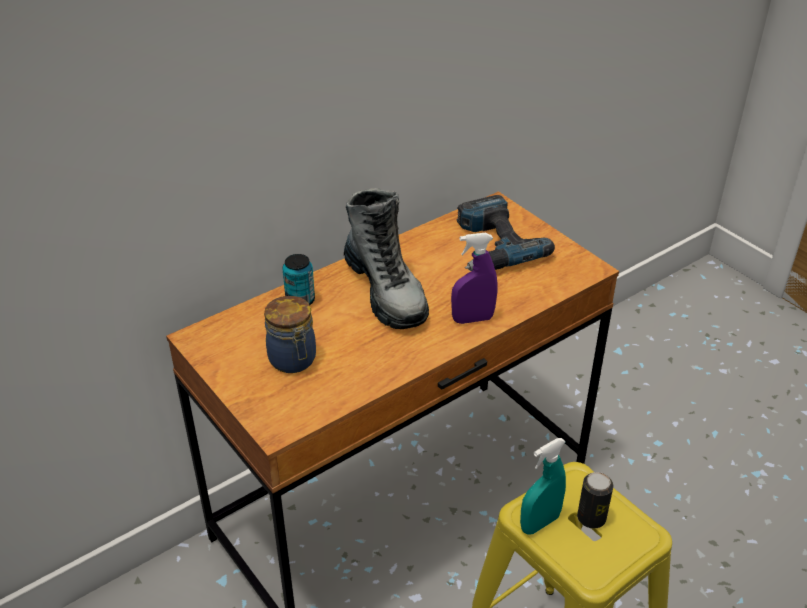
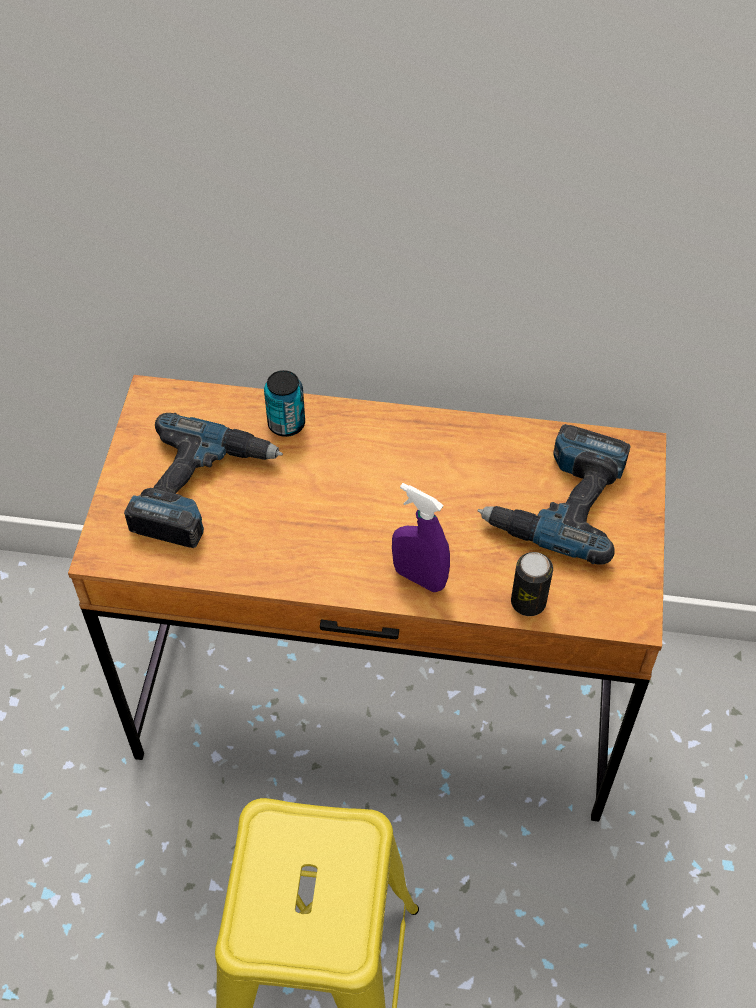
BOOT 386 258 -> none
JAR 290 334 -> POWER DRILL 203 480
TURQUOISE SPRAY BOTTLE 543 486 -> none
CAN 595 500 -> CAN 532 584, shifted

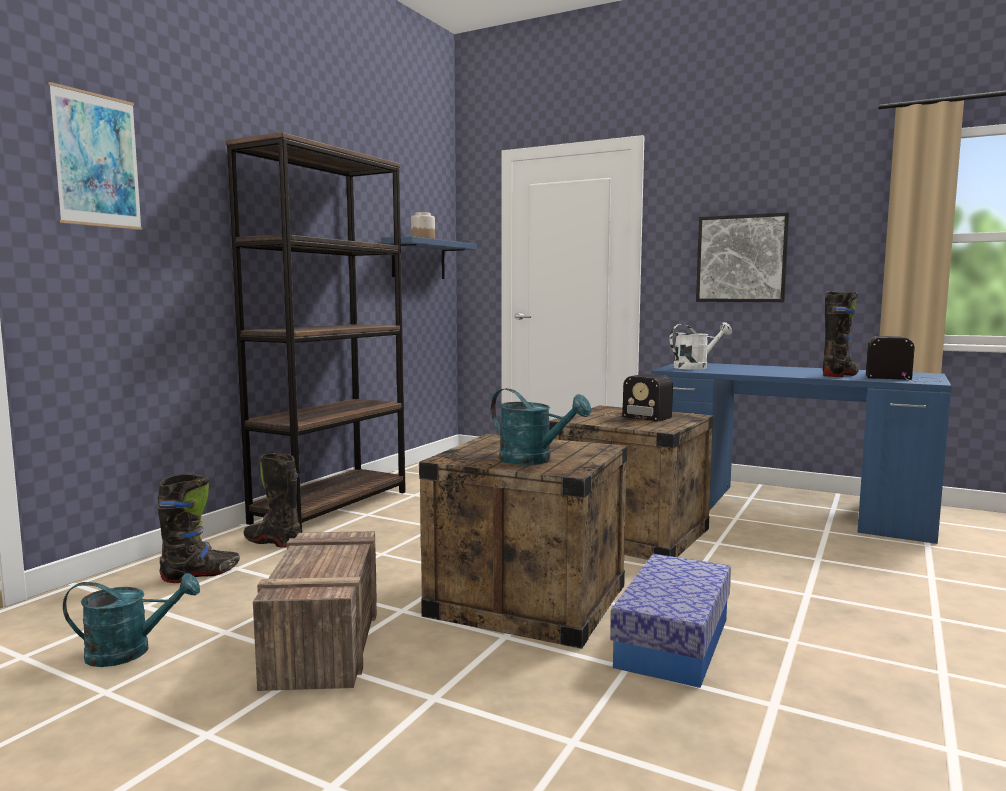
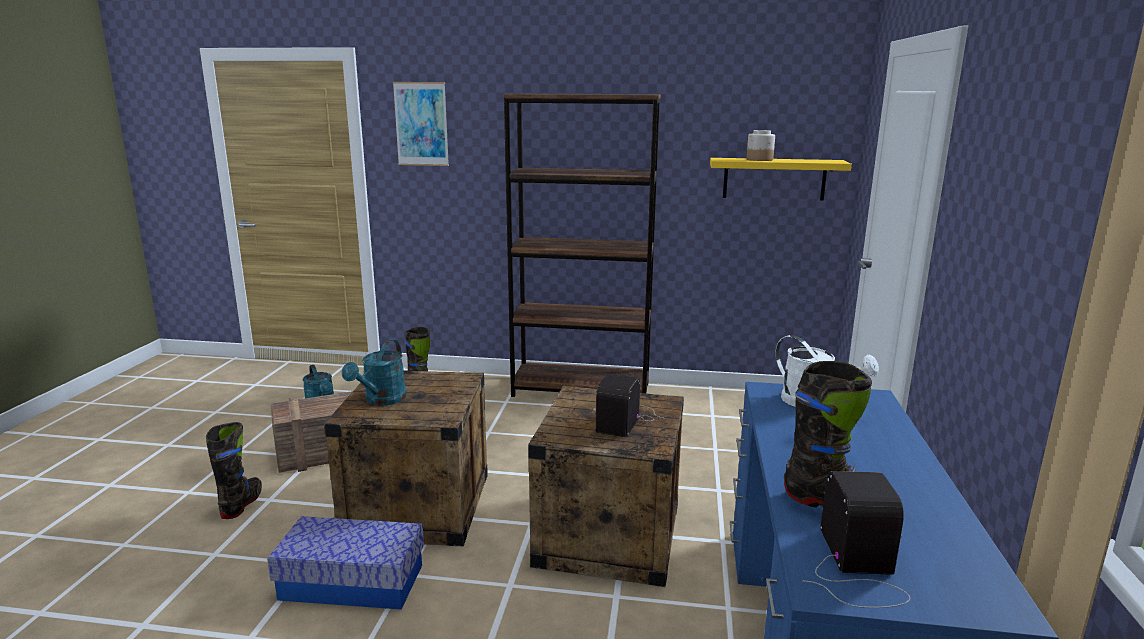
PICTURE 742 257 -> none
BLUE SHELF 430 257 -> YELLOW SHELF 781 179
BLACK BOOT 272 500 -> BLACK BOOT 234 470, shifted

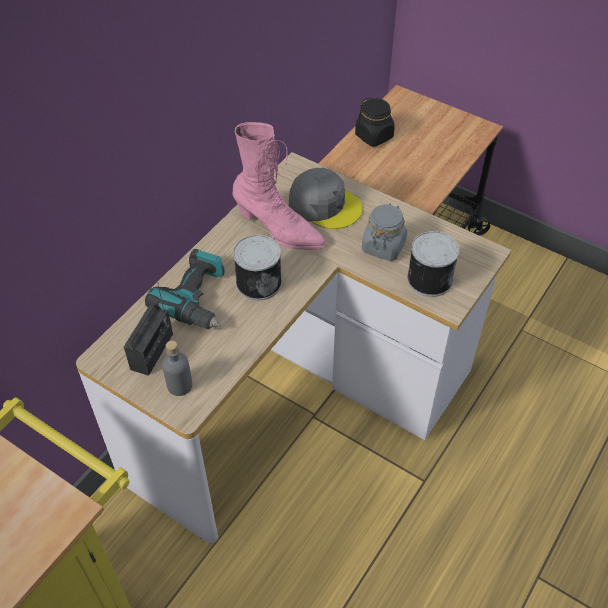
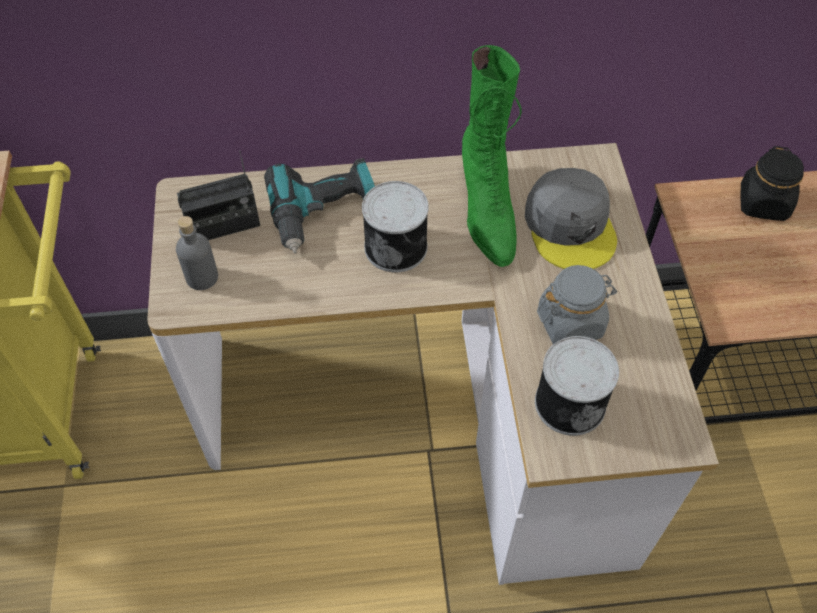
PINK BOOT 279 186 -> GREEN BOOT 491 156

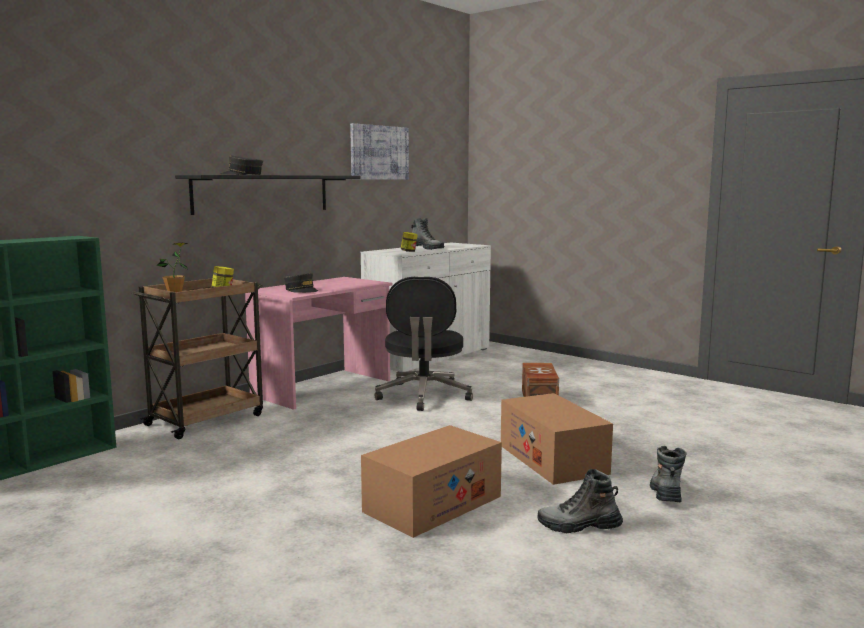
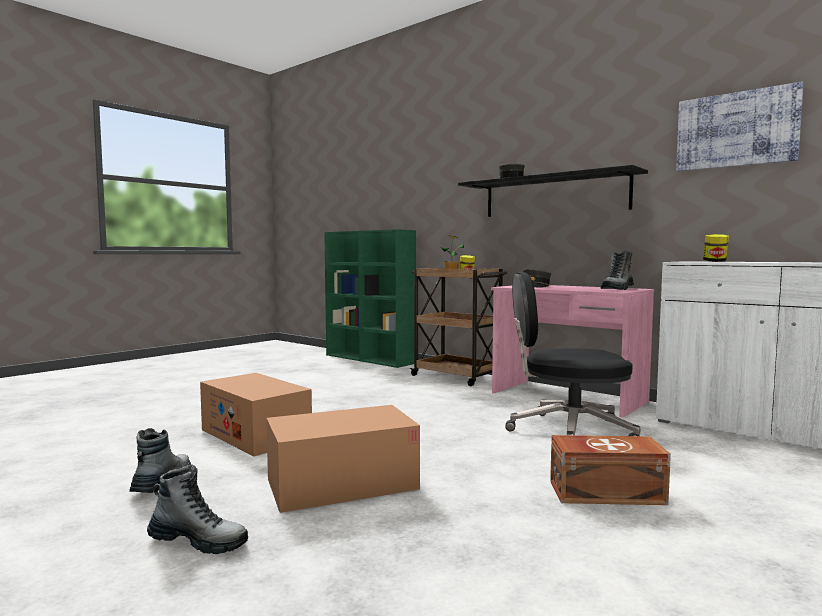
BOOT 427 234 -> BOOT 617 270, shifted

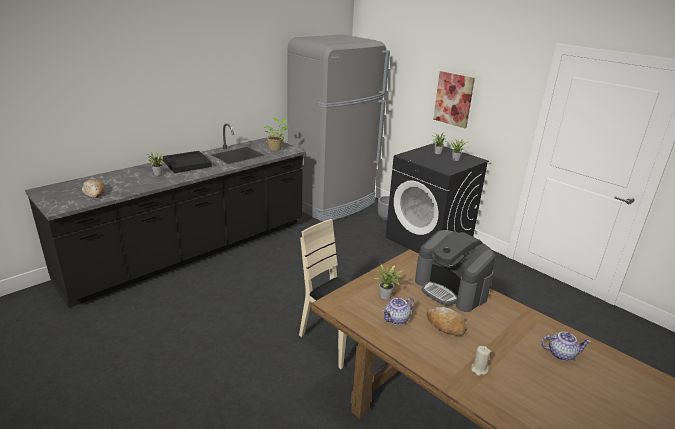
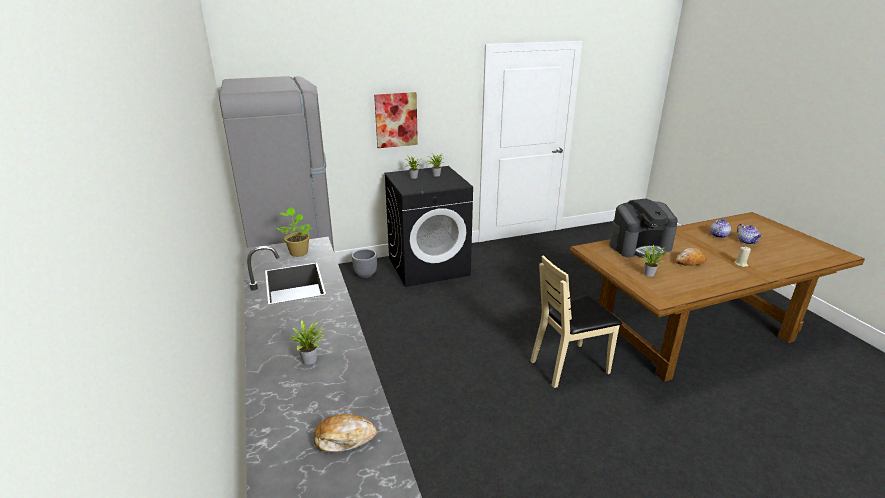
BLACK TRAY 187 162 -> none
TEAPOT 398 311 -> TEAPOT 750 234, shifted

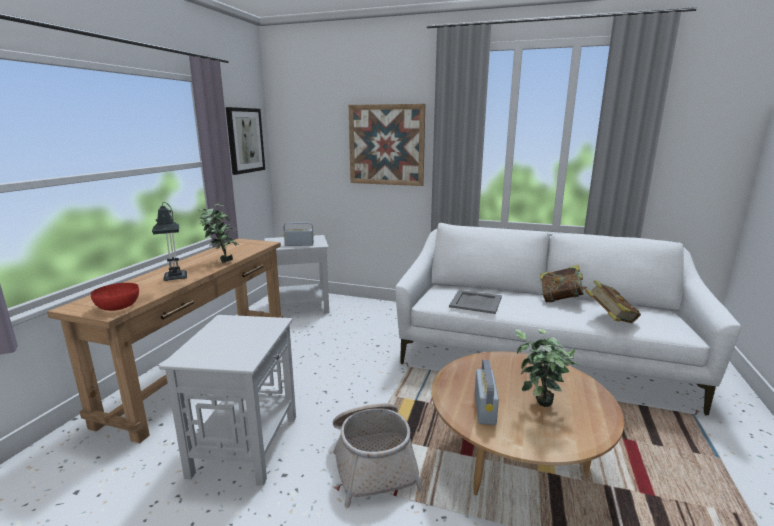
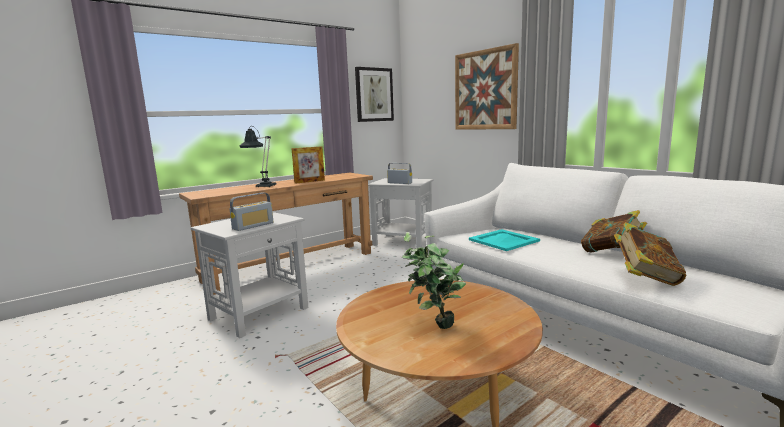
POTTED PLANT 219 232 -> PICTURE FRAME 308 165
RED BOWL 115 297 -> none
GREY TRAY 475 302 -> TURQUOISE TRAY 504 240
RADIO 487 392 -> RADIO 252 211, shifted
BASKET 378 456 -> none

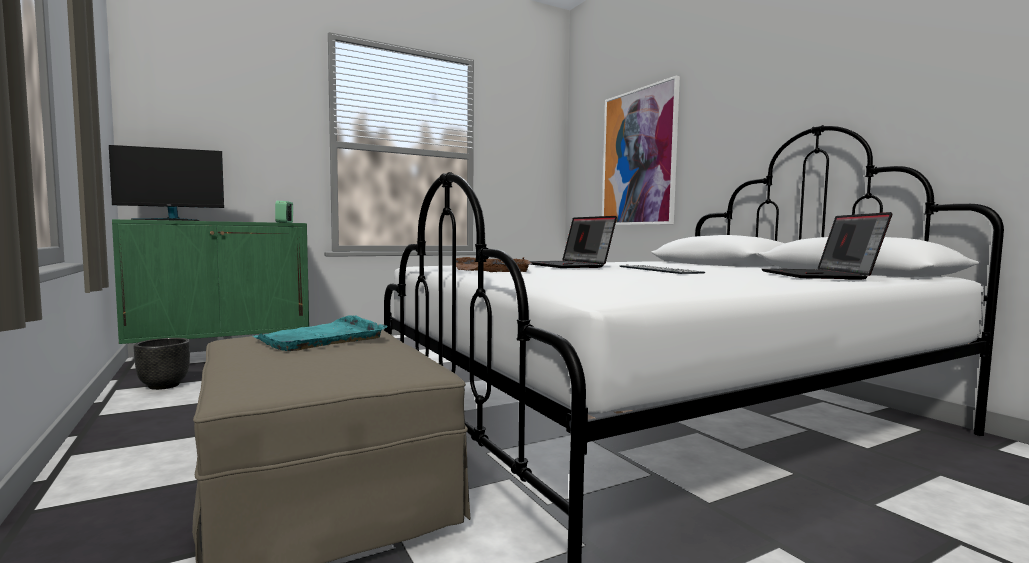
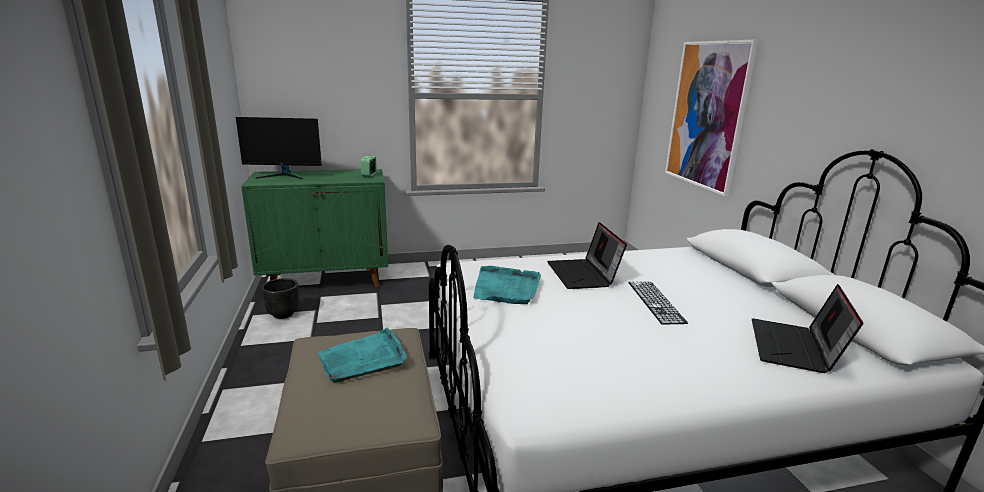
BROWN TRAY 494 264 -> TURQUOISE TRAY 507 285

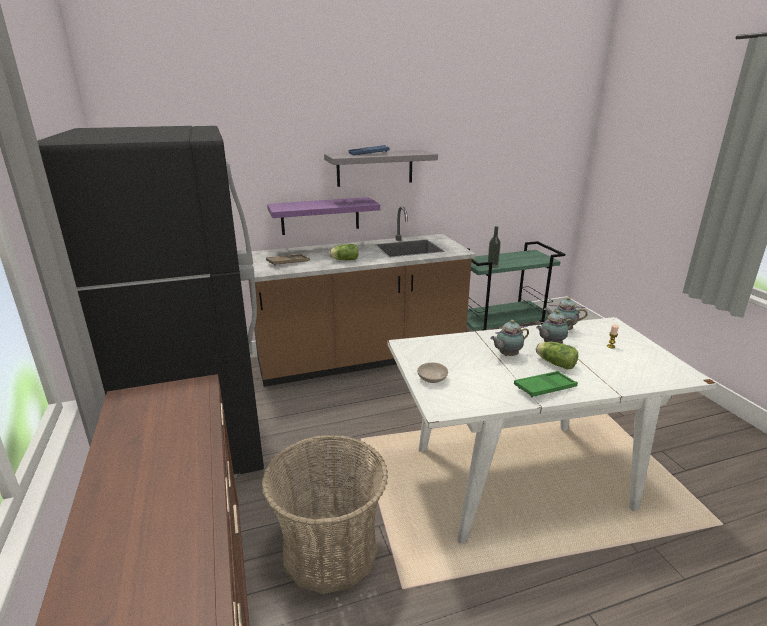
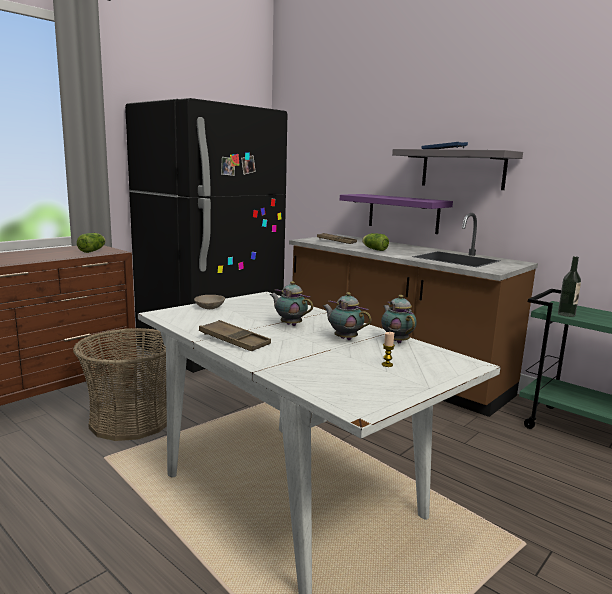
LETTUCE 557 356 -> LETTUCE 91 243, shifted
GREEN TRAY 546 384 -> BROWN TRAY 235 335

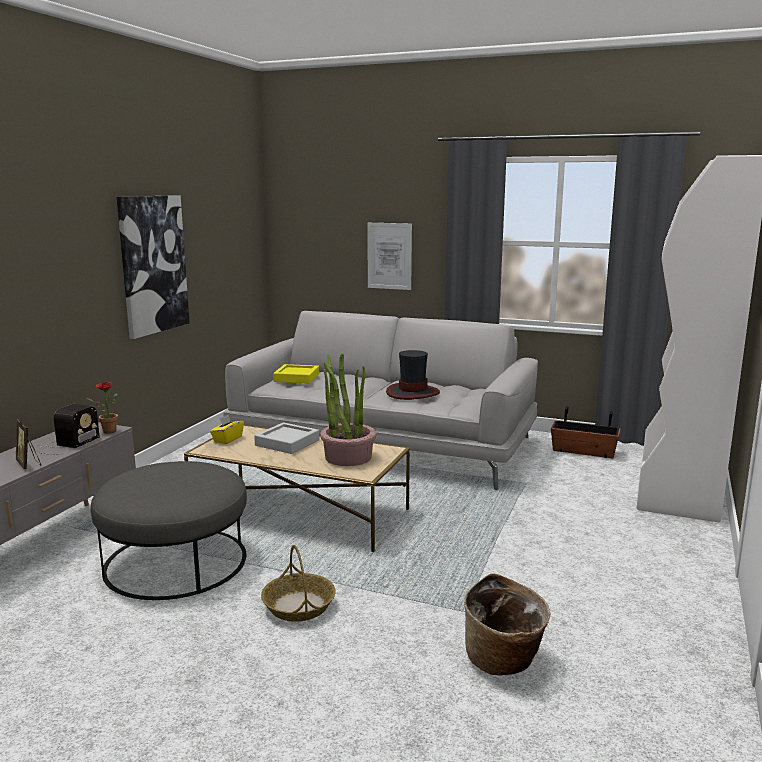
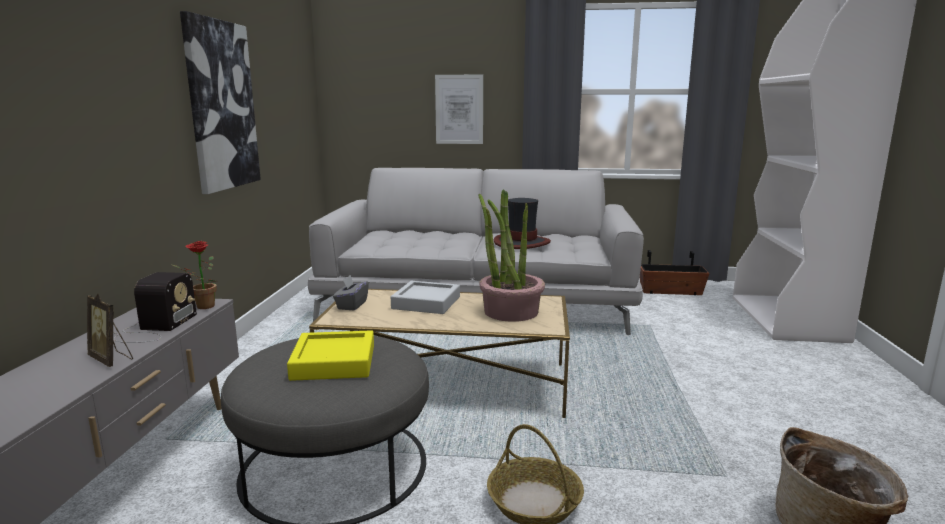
YELLOW TRAY 296 374 -> YELLOW TRAY 330 355, shifted
YELLOW TISSUE BOX 227 429 -> GREY TISSUE BOX 351 292

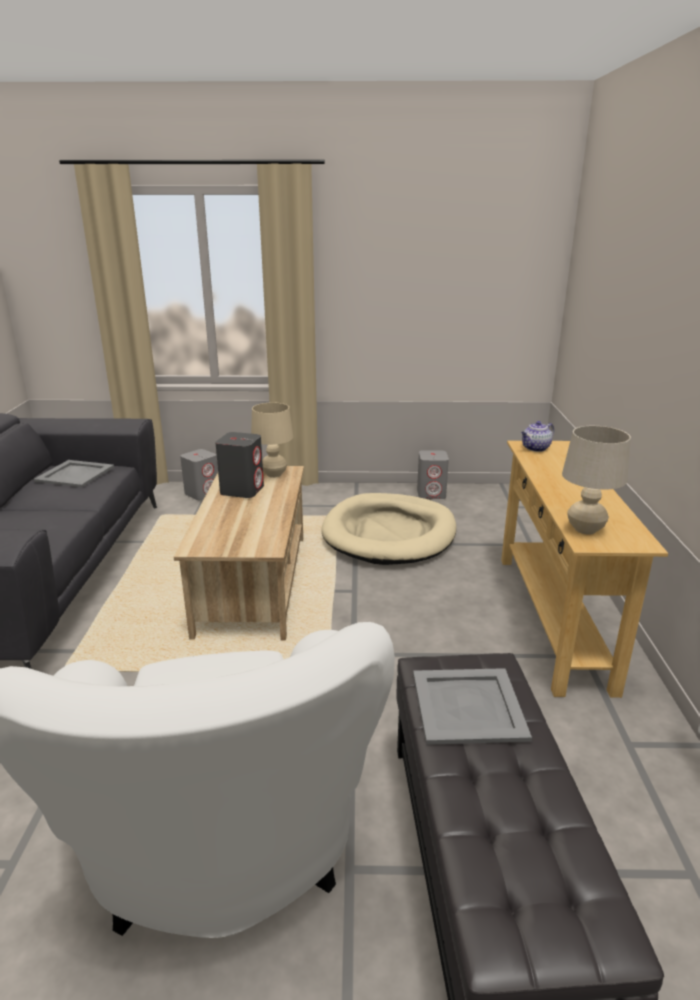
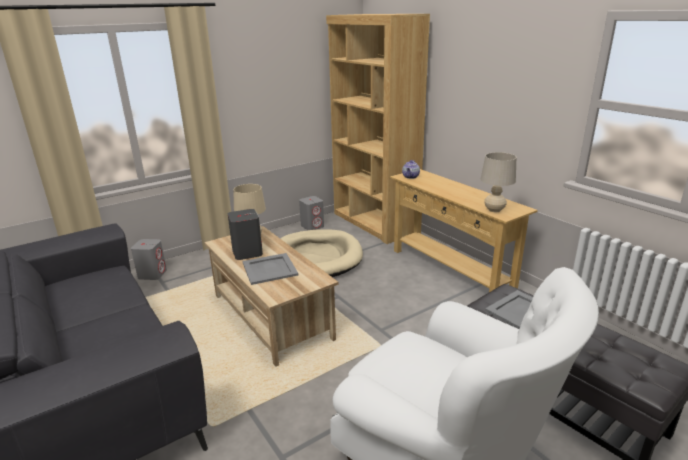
GREY TRAY 74 473 -> GREY TRAY 270 269, shifted
none -> BROWN BOOKCASE 378 129

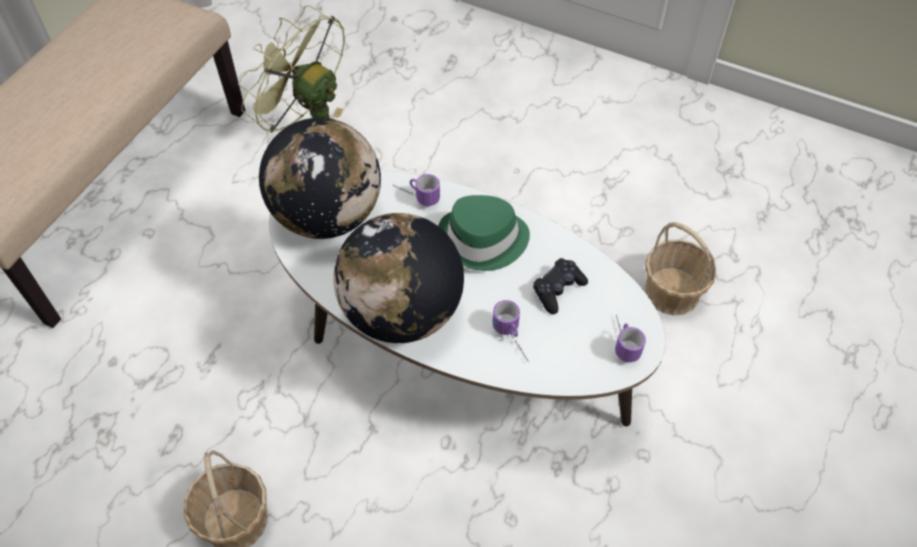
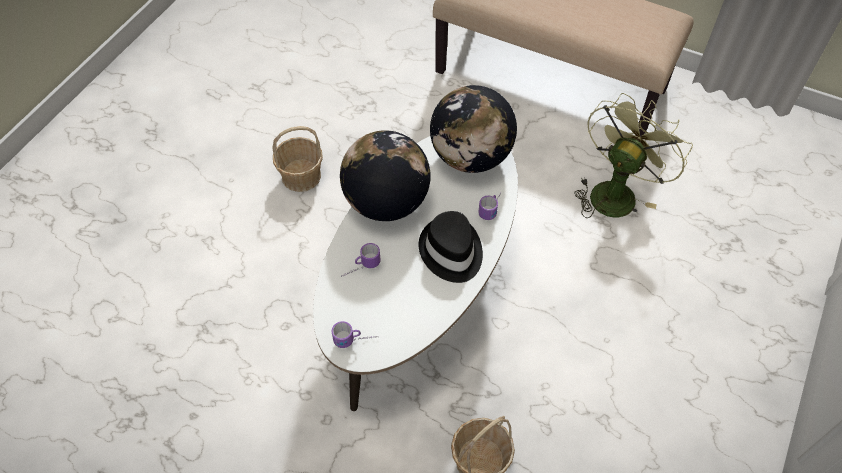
GREEN HAT 484 233 -> BLACK HAT 451 247
BLACK GAME CONTROLLER 560 286 -> none

